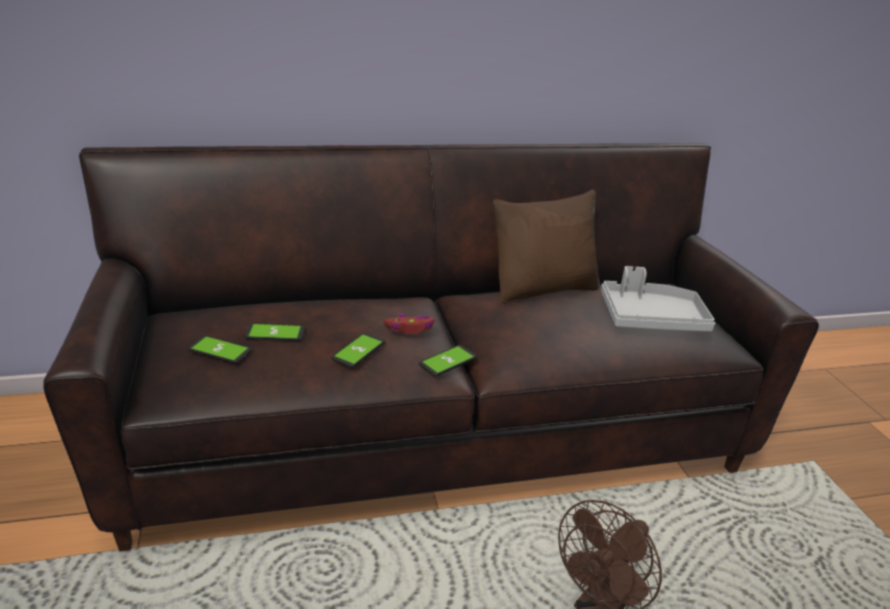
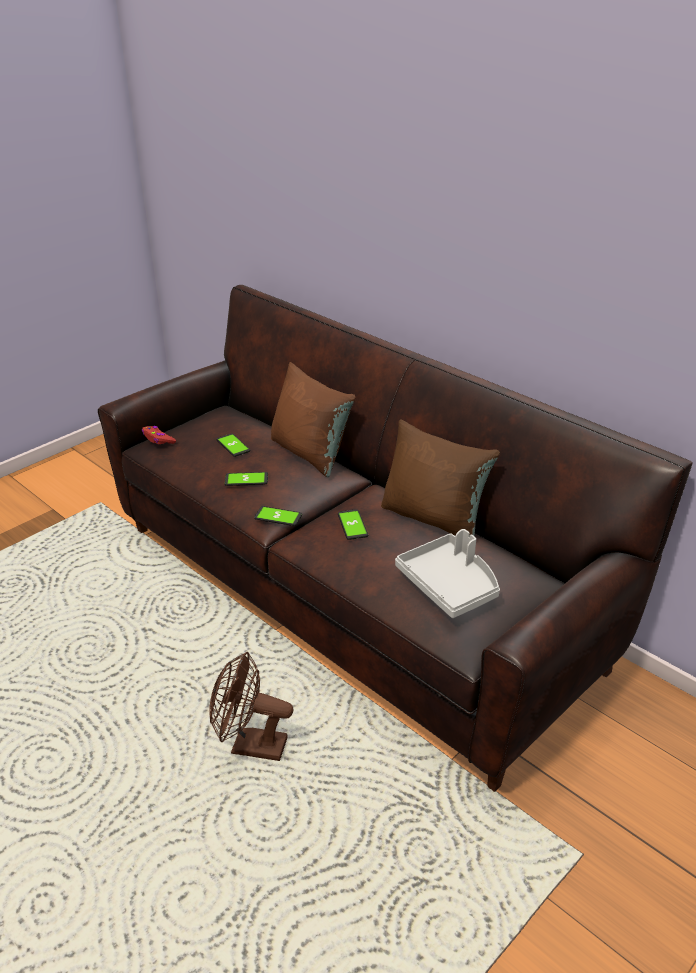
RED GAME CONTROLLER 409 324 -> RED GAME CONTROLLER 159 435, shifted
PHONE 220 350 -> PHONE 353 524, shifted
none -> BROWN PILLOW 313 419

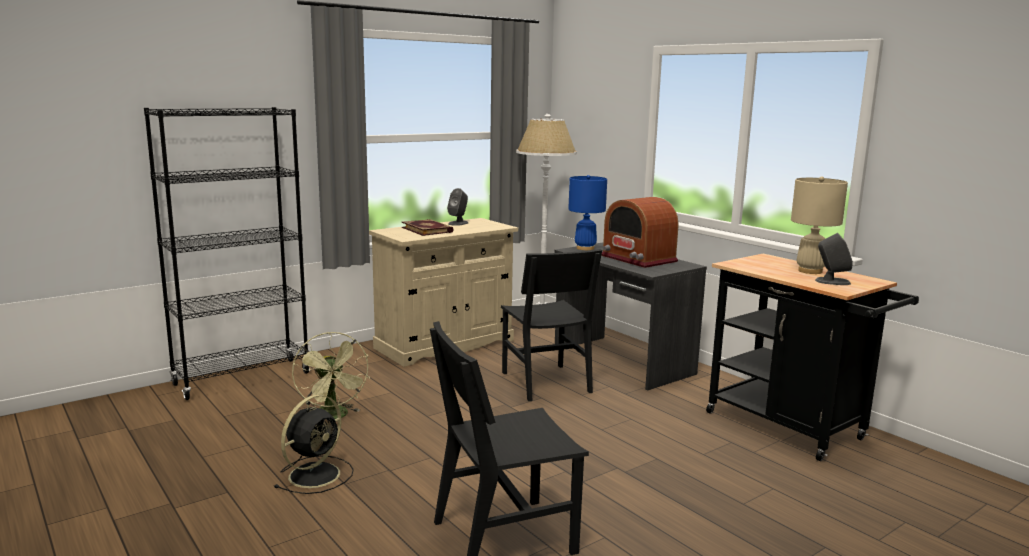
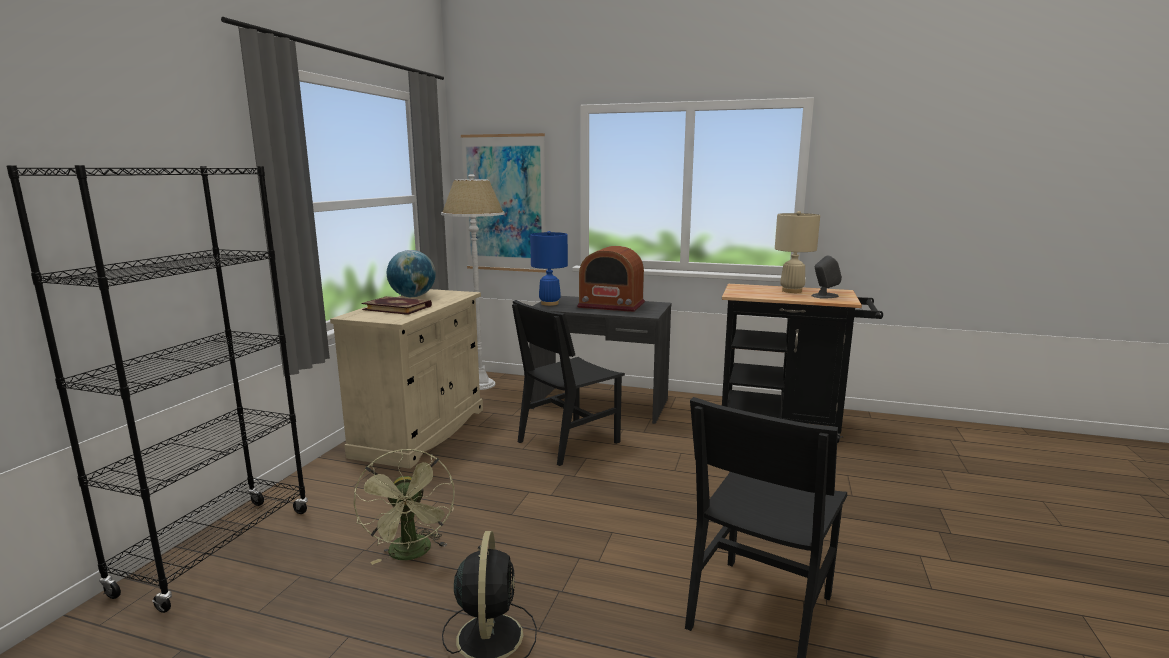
GREY SPEAKER 457 207 -> GLOBE 411 273
BLACK CHAIR 551 325 -> BLACK CHAIR 568 383, 105 degrees clockwise
GREEN FAN 331 375 -> GREEN FAN 404 507, 45 degrees clockwise
none -> PICTURE 504 203

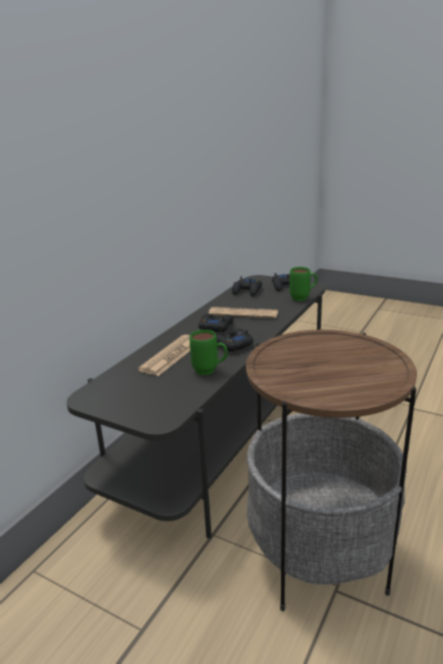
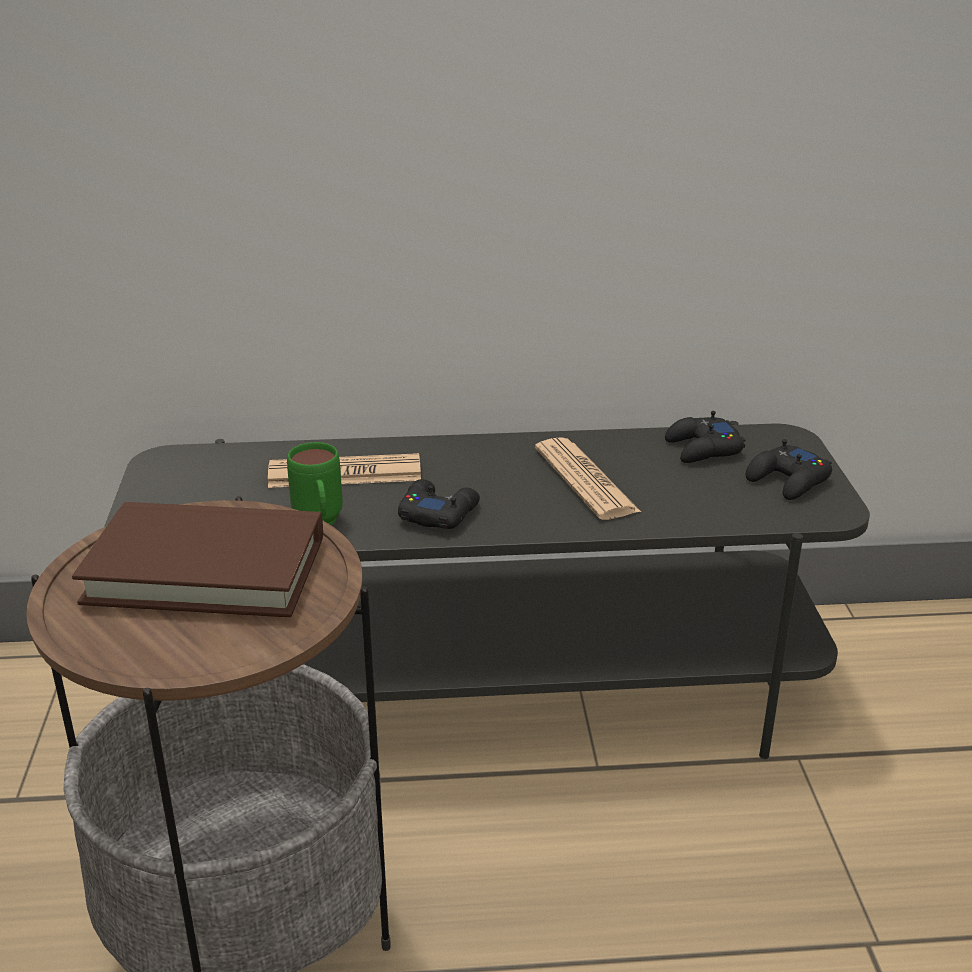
GREEN MUG 303 284 -> none
BLACK GAME CONTROLLER 216 322 -> none
none -> BROWN BOOK 197 559

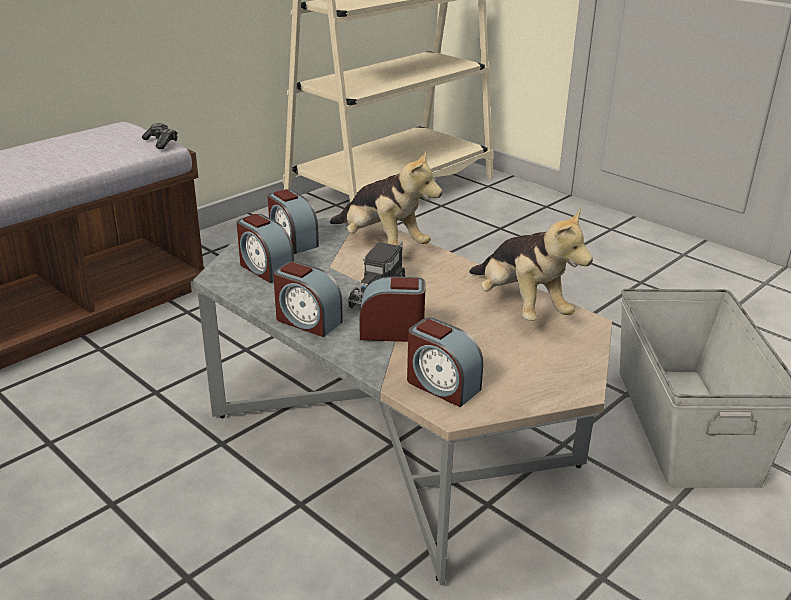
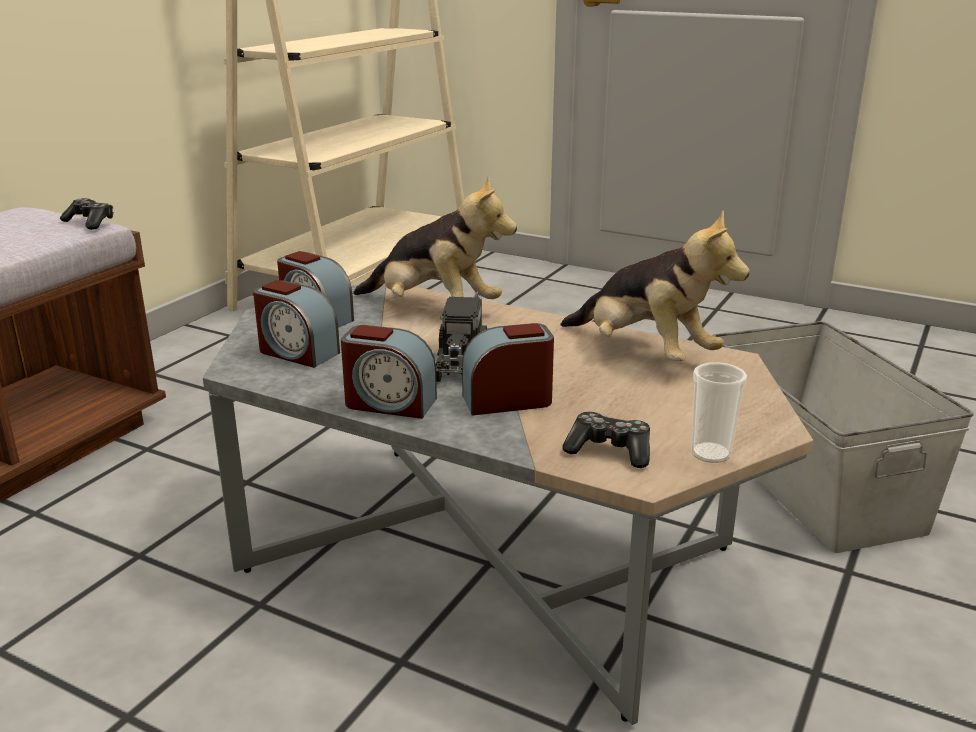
ALARM CLOCK 445 362 -> GAME CONTROLLER 606 440
none -> CUP 719 412

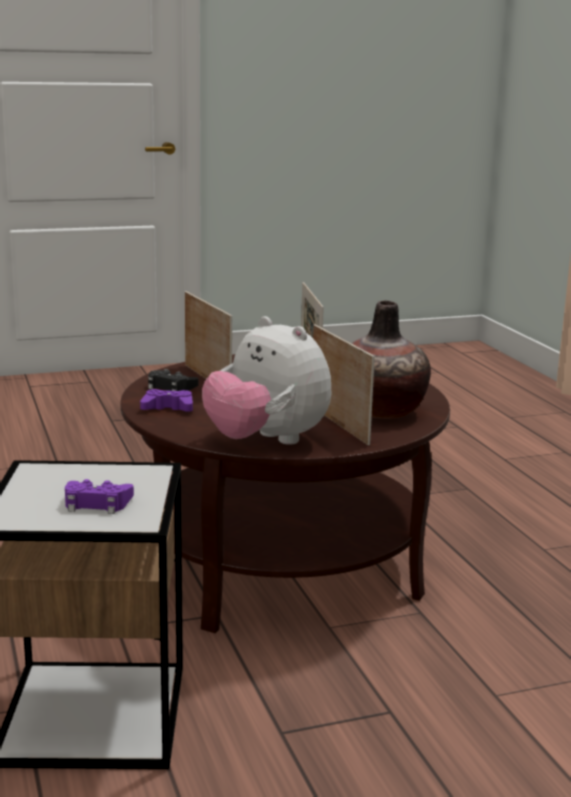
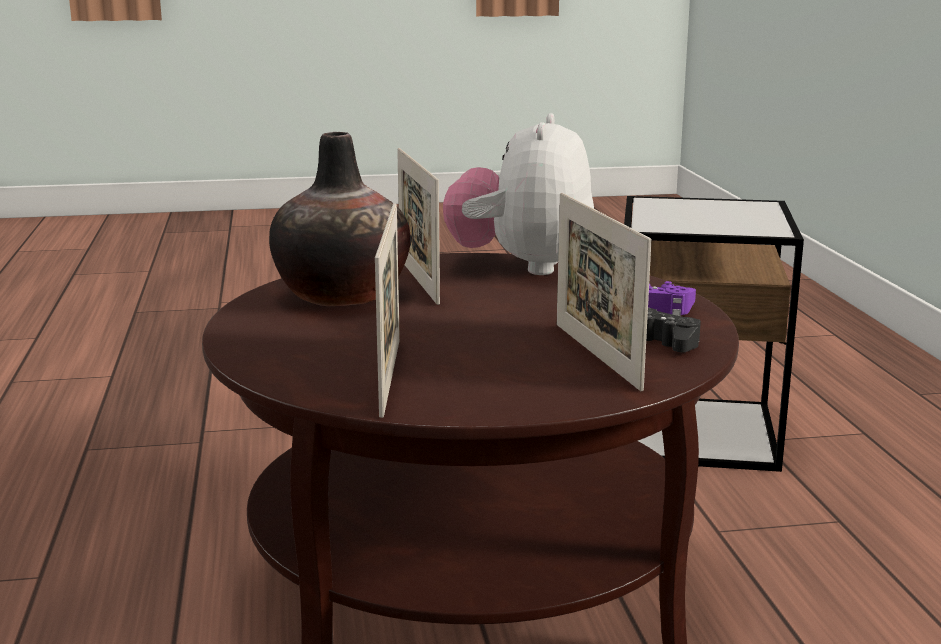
PLUSH TOY 266 380 -> PLUSH TOY 518 194, 135 degrees counterclockwise
PURPLE GAME CONTROLLER 99 496 -> none

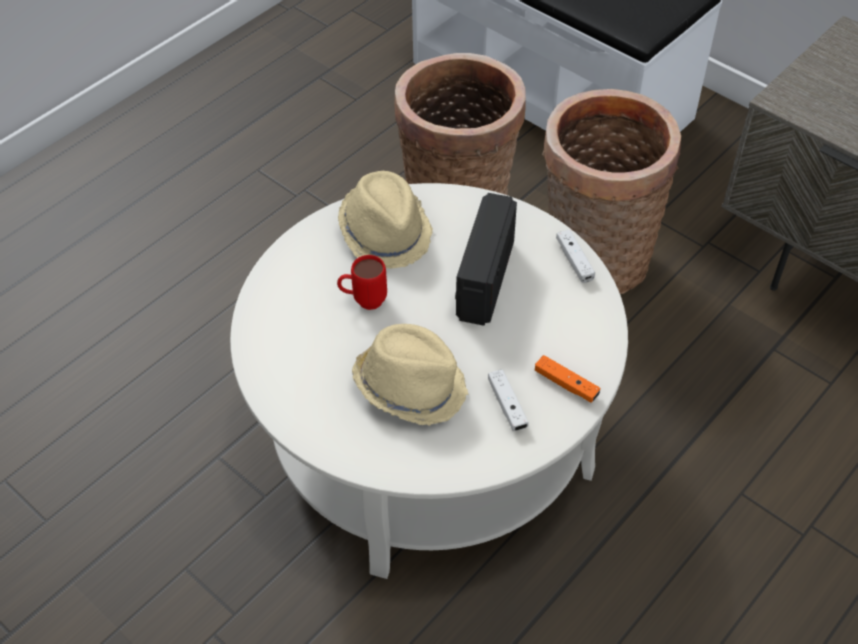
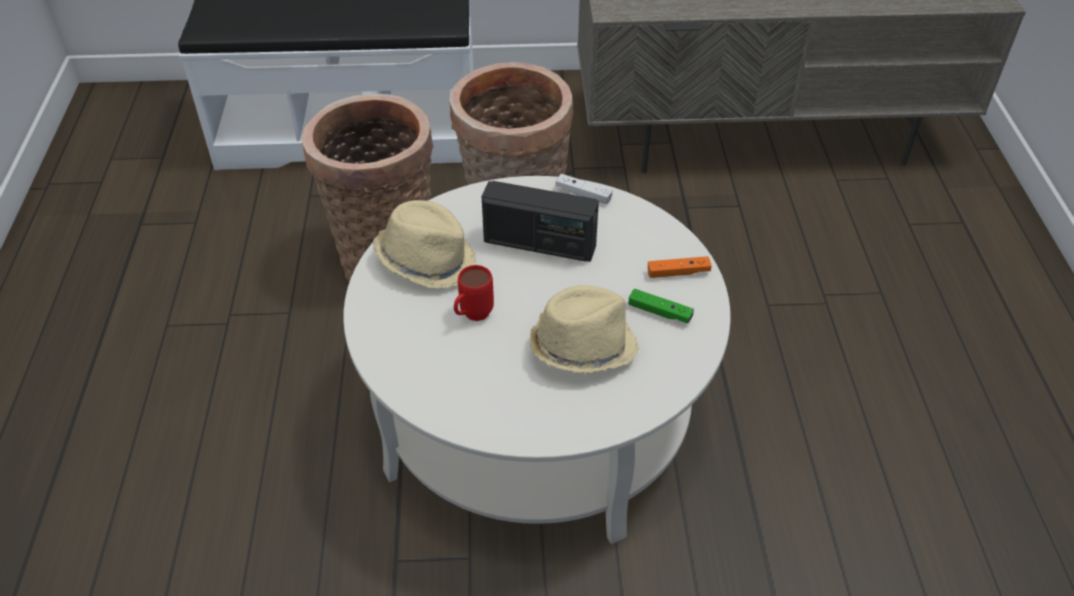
RADIO 486 259 -> RADIO 540 221, 45 degrees counterclockwise
WHITE GAME CONTROLLER 508 400 -> GREEN GAME CONTROLLER 661 306

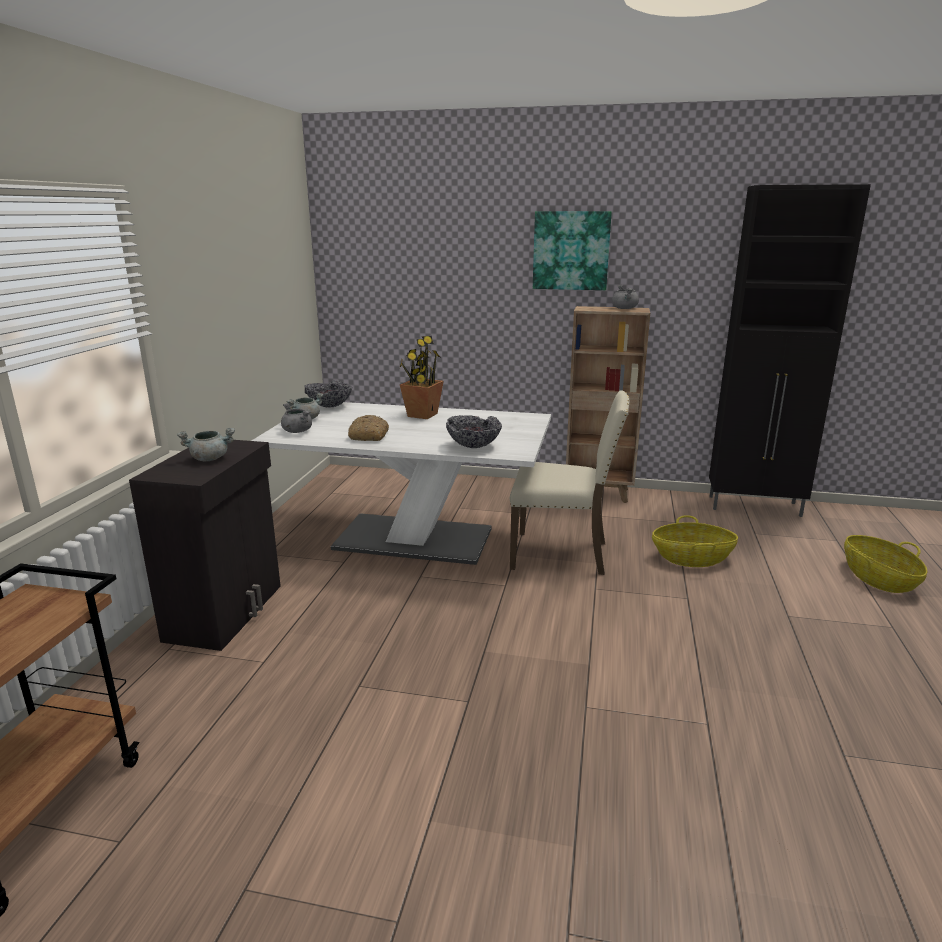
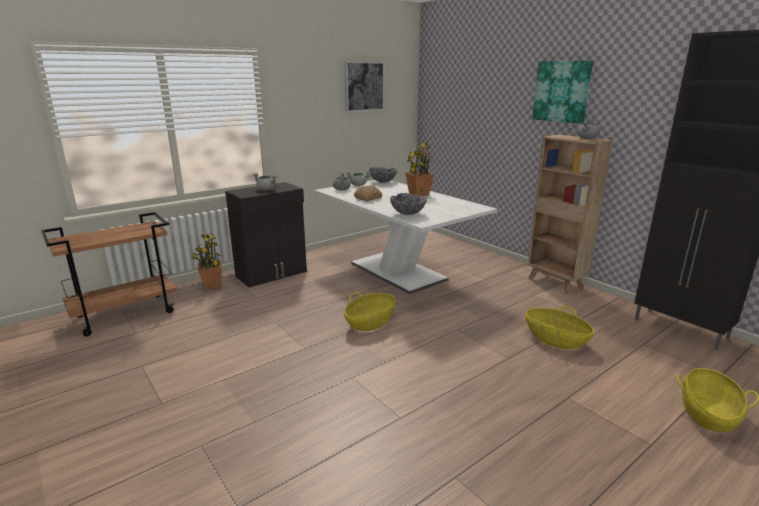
BEIGE CHAIR 569 482 -> none
none -> PICTURE 364 86
none -> POTTED PLANT 207 262
none -> BASKET 369 311

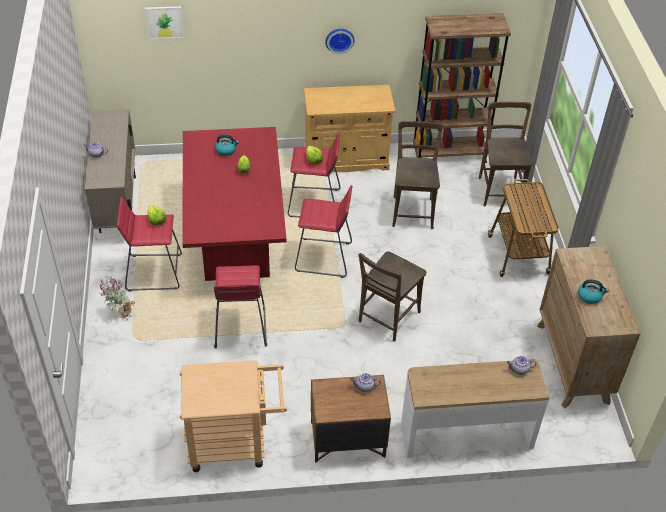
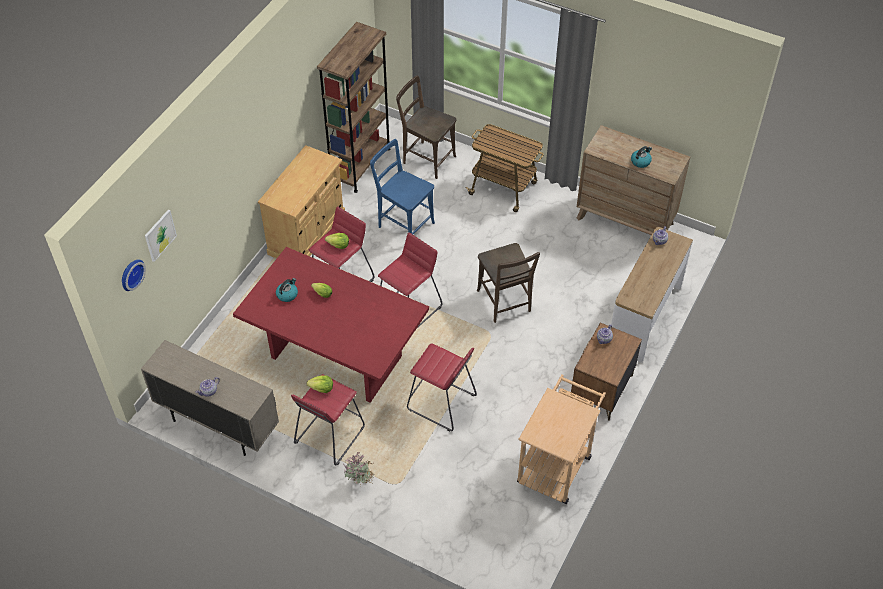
WALL CLOCK 340 41 -> WALL CLOCK 134 275, shifted
BROWN CHAIR 417 175 -> BLUE CHAIR 402 186

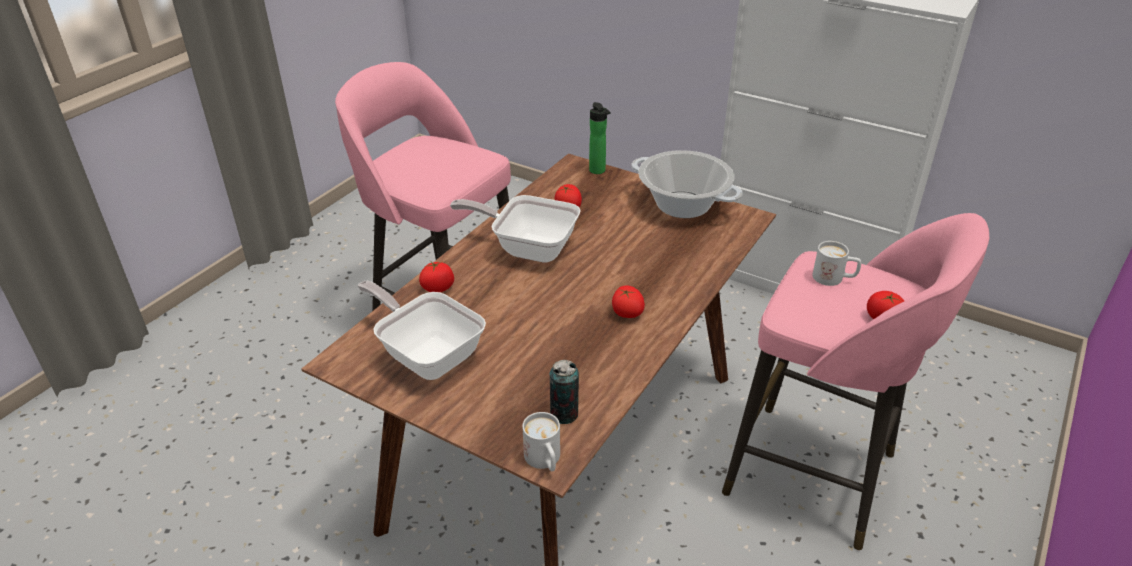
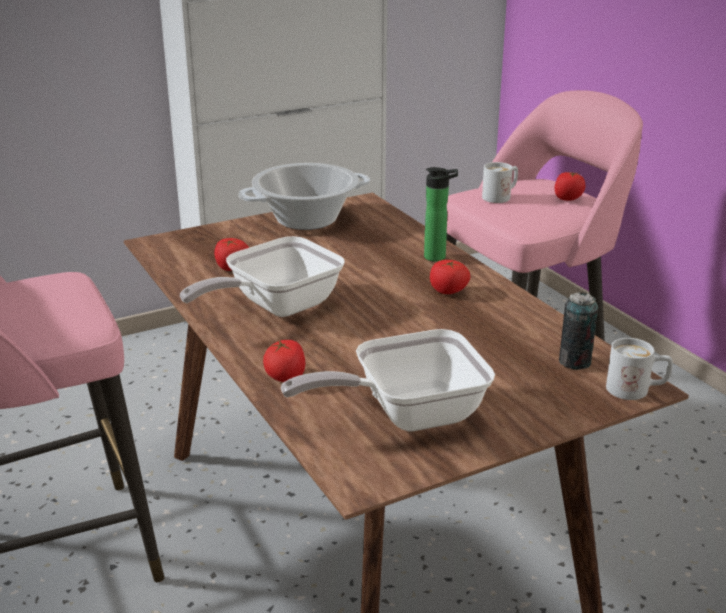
BOTTLE 599 138 -> BOTTLE 441 214, shifted

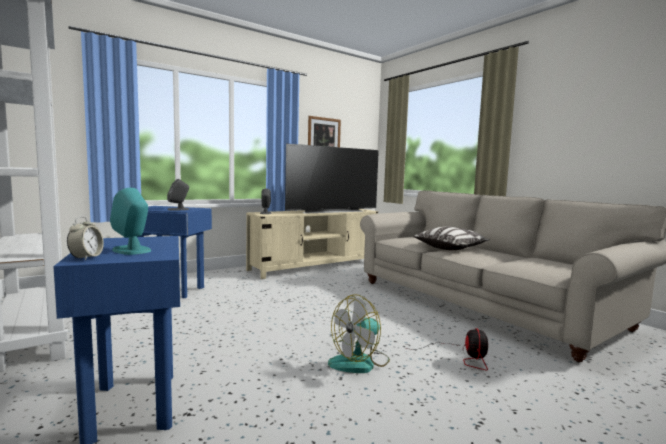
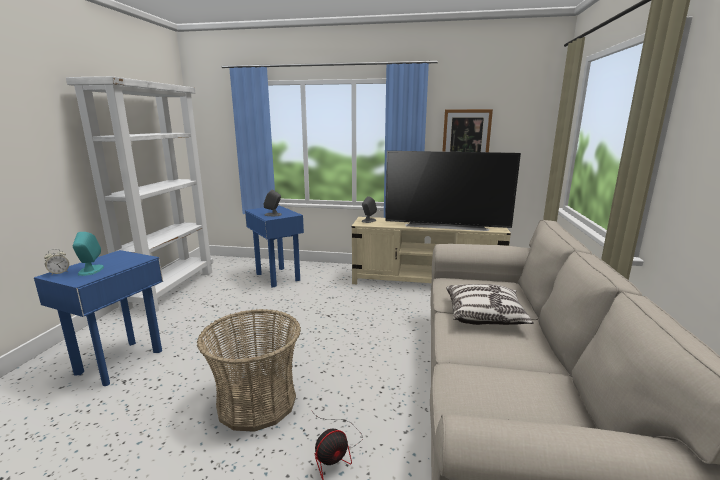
FAN 359 333 -> BASKET 249 370

